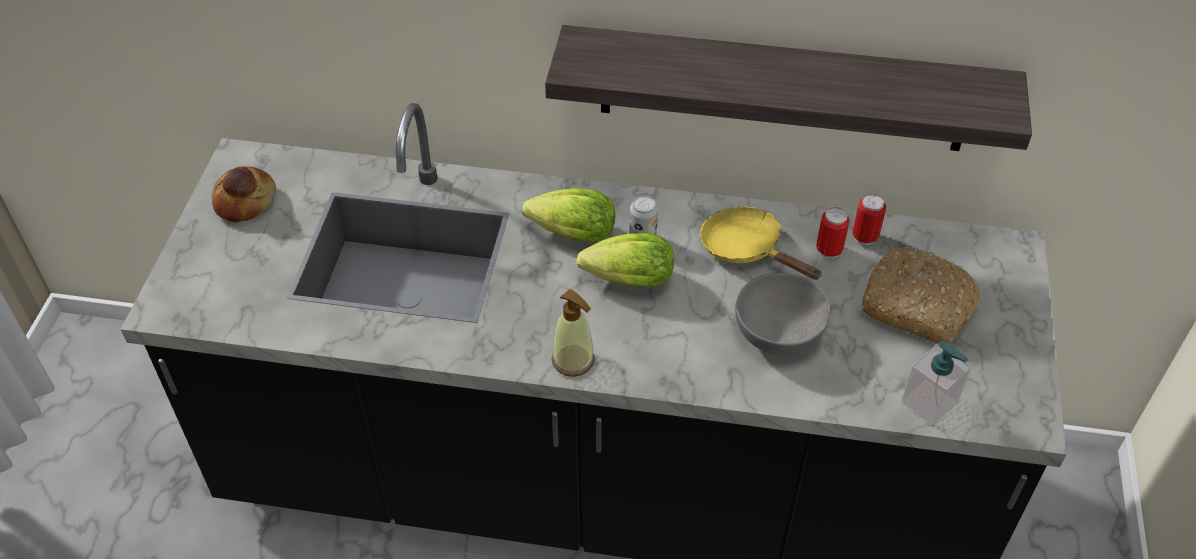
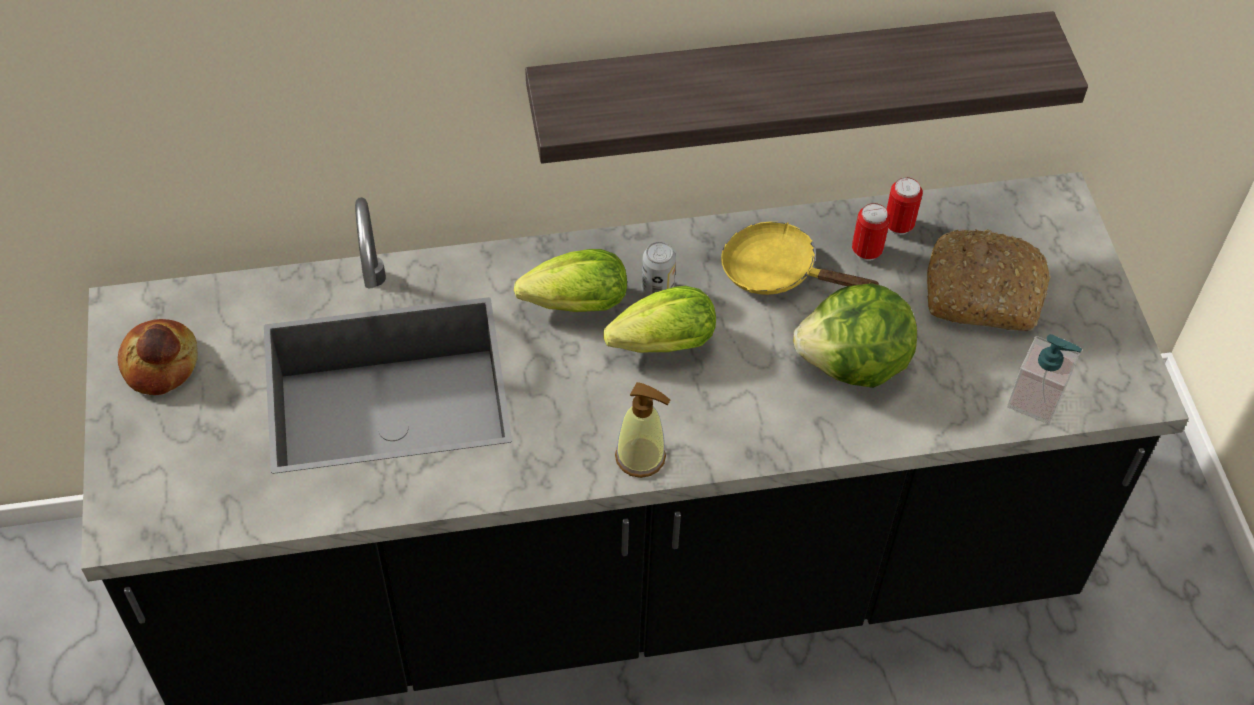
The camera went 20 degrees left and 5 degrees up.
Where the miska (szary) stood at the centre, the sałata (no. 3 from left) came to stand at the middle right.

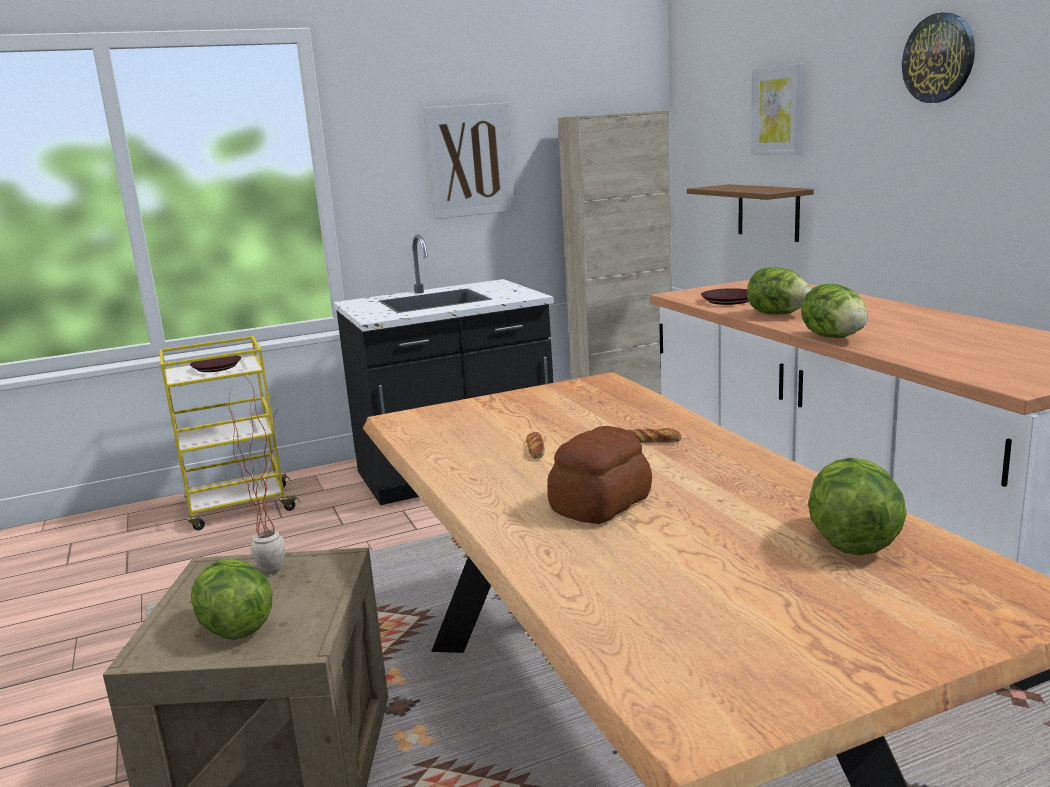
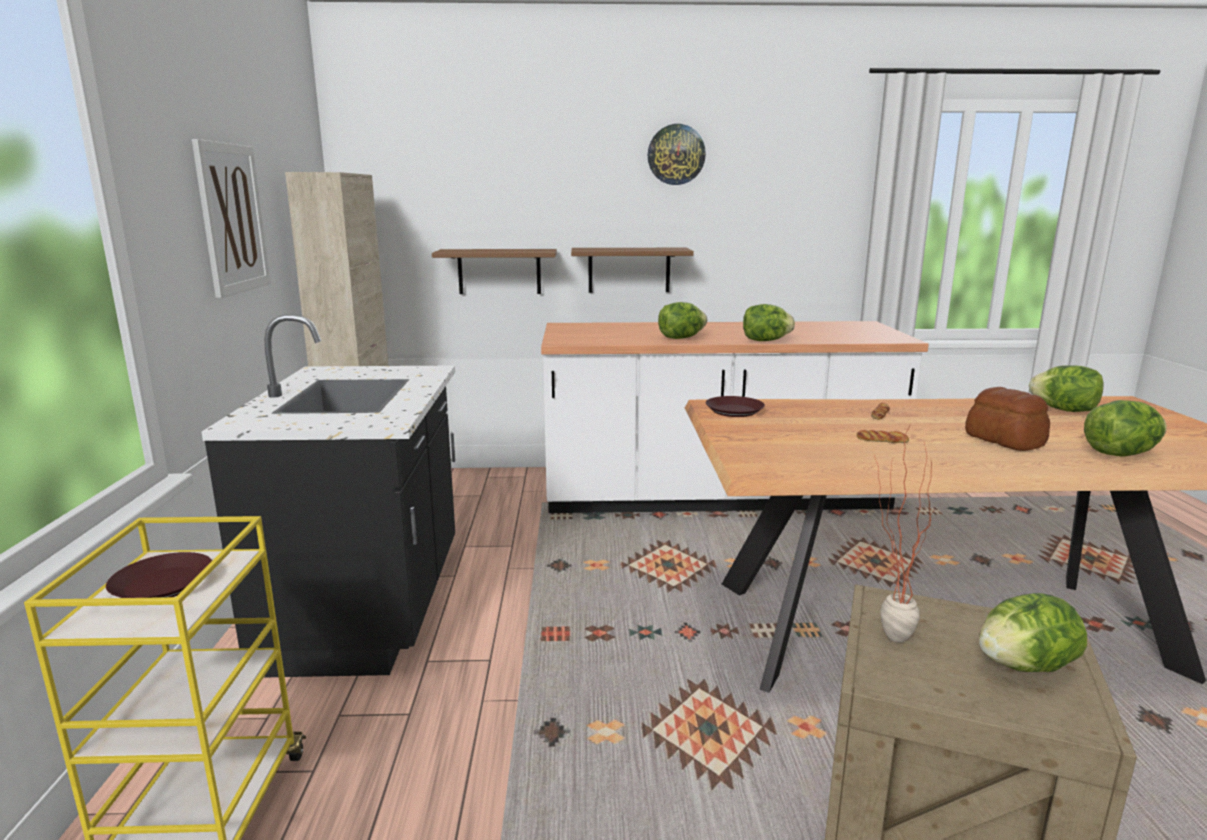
The camera went 70 degrees left and 0 degrees up.
The second view lost the obraz (no. 2 from left) at the top right.
The second view gained the półka (brązowy) (no. 2 from left) at the top centre.
The second view gained the sałata (no. 5 from left) at the middle right.
The talerz (brązowy) (no. 2 from left) ended up elsewhere, having gone from the middle right to the centre.

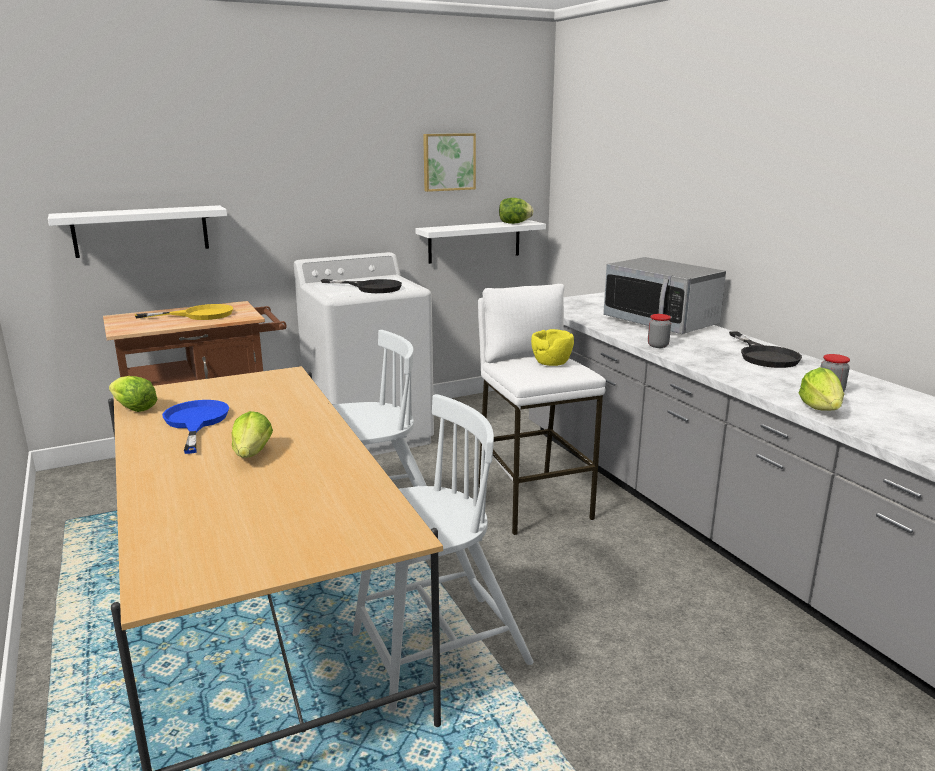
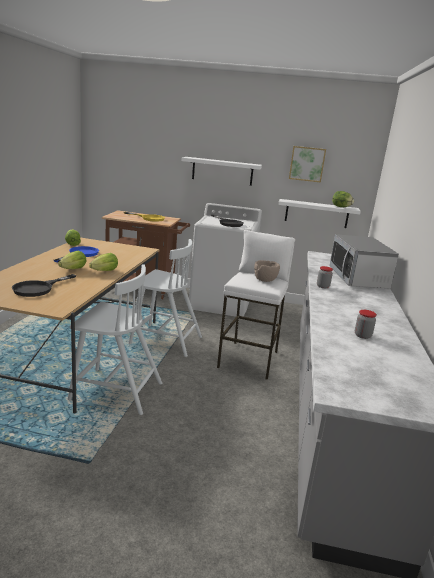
The camera went 35 degrees right and 0 degrees up.
The półka (biały) (no. 1 from left) ended up elsewhere, having gone from the top left to the top centre.
The patelnia (czarny) (no. 2 from left in the first image) ended up elsewhere, having gone from the middle right to the middle left.
The sałata (no. 4 from left in the first image) ended up elsewhere, having gone from the middle right to the middle left.
What was the miska (żółty) at the centre turned into the miska (brązowy) at the centre.

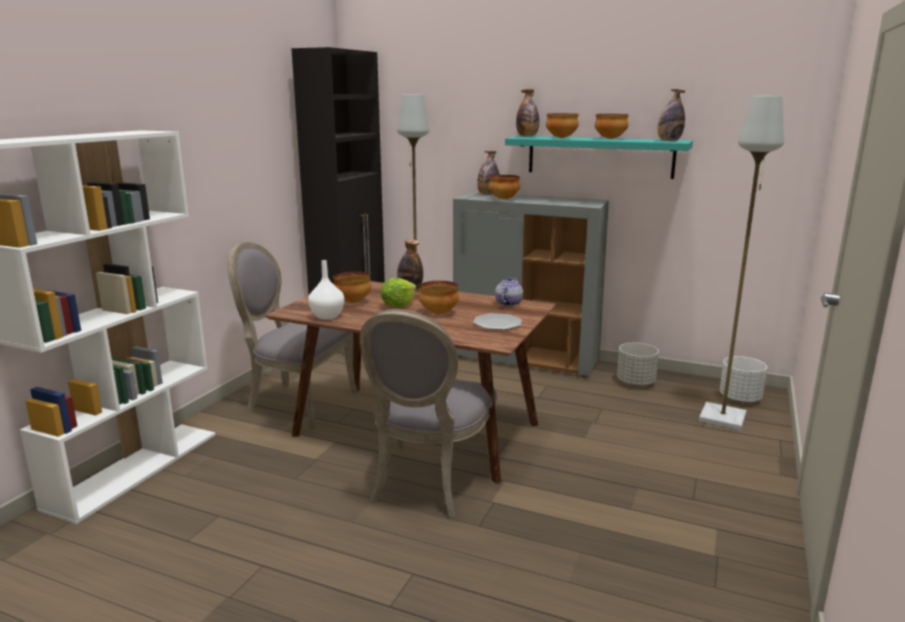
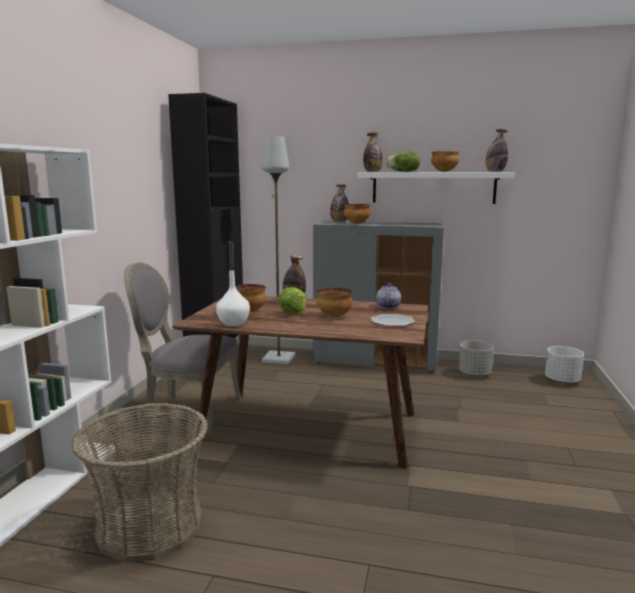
The camera went 10 degrees left and 5 degrees down.
The second view lost the krzesło (szary) (no. 2 from left) at the centre.
The second view lost the lampa stojąca (szary) (no. 2 from left) at the middle right.
The second view gained the koszyk at the bottom left.
Where the miska (no. 4 from left) stood at the top centre, the sałata (no. 2 from left) came to stand at the top centre.
What was the półka (turkusowy) at the top centre turned into the półka (biały) at the top right.

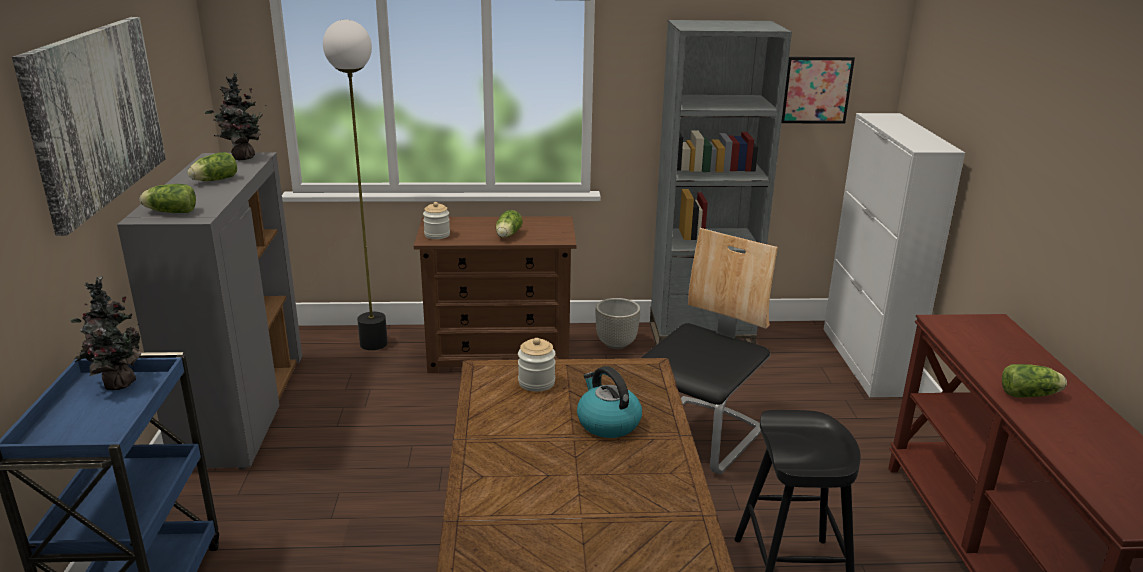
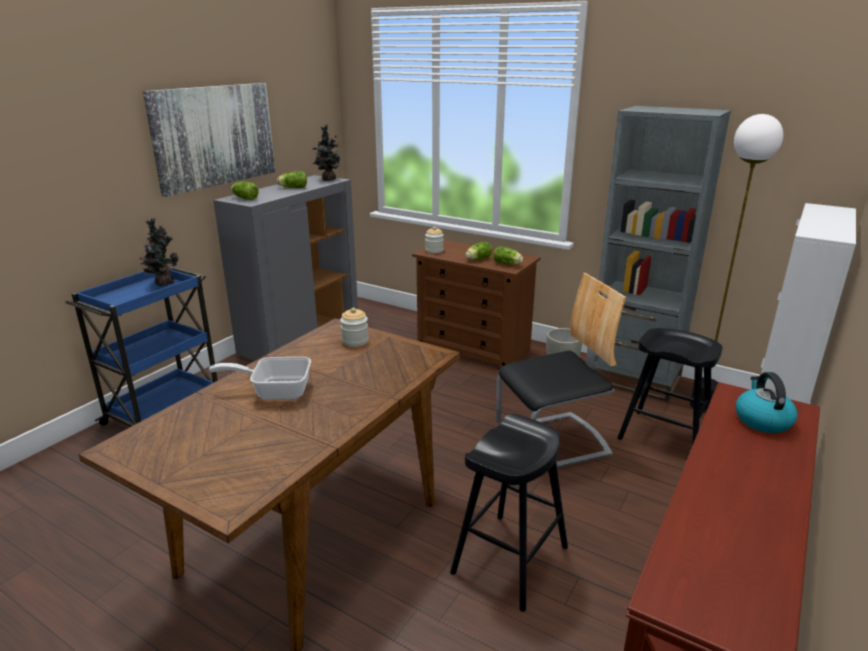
The camera went 35 degrees right and 0 degrees up.
The second view lost the obraz (no. 2 from left) at the top right.
The second view gained the patelnia at the middle left.
The second view gained the stołek (czarny) (no. 2 from left) at the middle right.
The lampa stojąca ended up elsewhere, having gone from the top left to the middle right.
The czajnik ended up elsewhere, having gone from the bottom centre to the middle right.
The sałata (no. 4 from left) ended up elsewhere, having gone from the middle right to the centre.

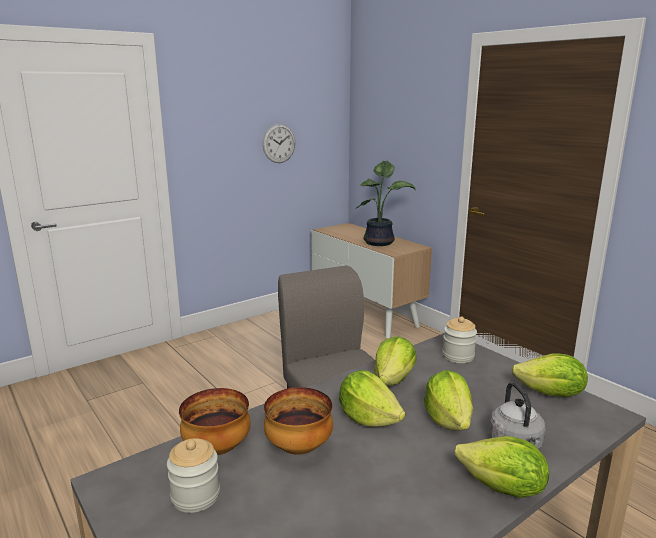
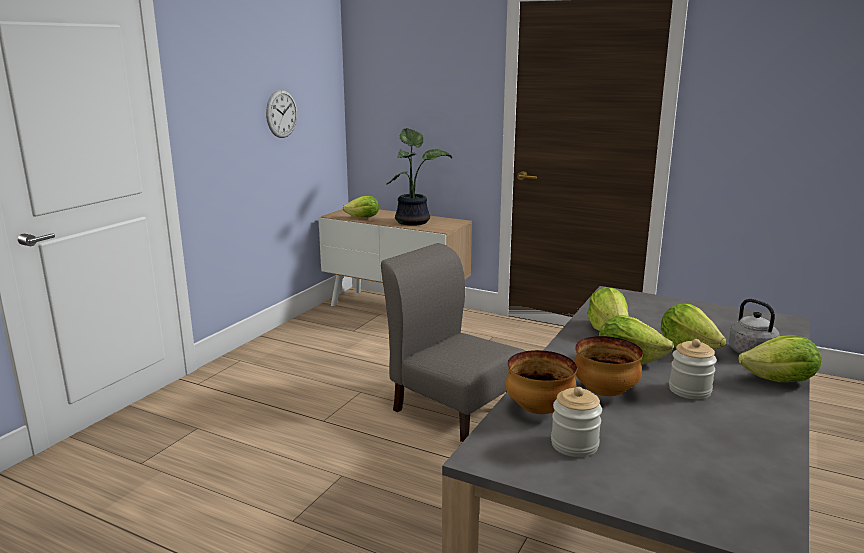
The camera went 25 degrees left and 0 degrees up.
The słoik (no. 2 from left) ended up elsewhere, having gone from the middle right to the bottom right.
The sałata (no. 5 from left in the first image) ended up elsewhere, having gone from the bottom right to the centre.

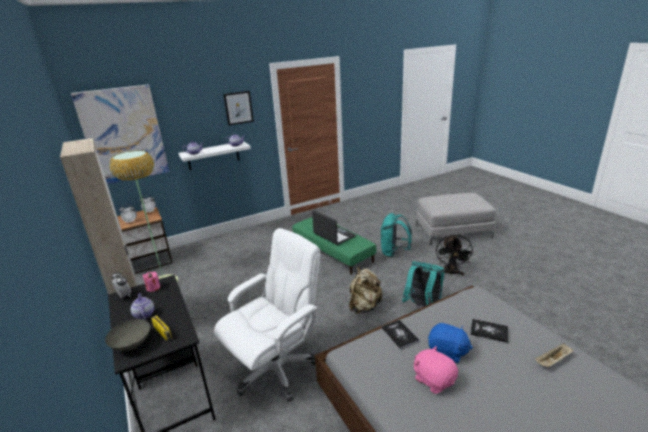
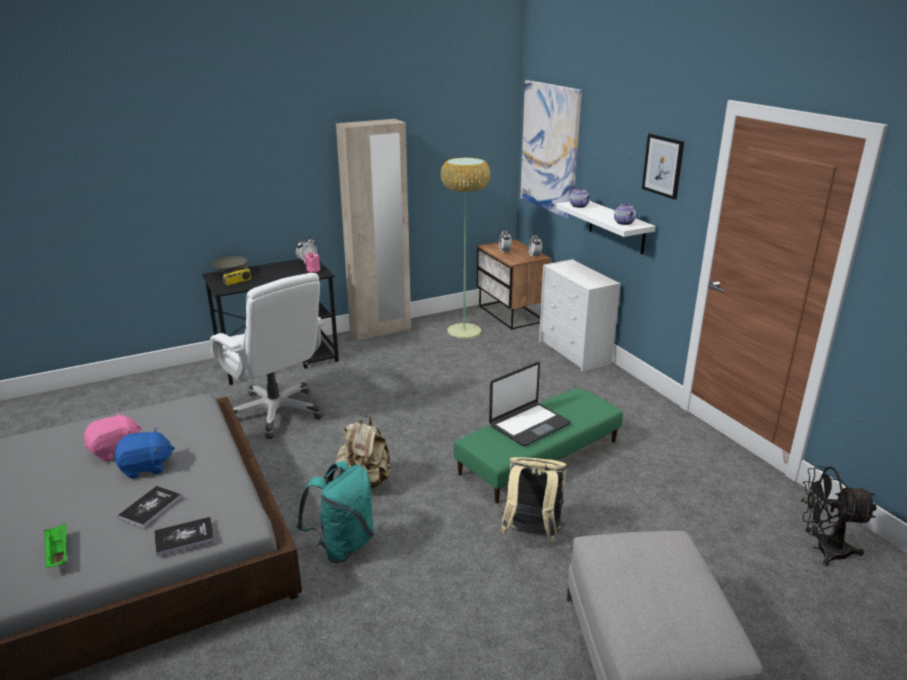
The camera went 90 degrees right and 0 degrees up.
The second view lost the imbryk (no. 1 from left) at the bottom left.
The second view gained the komoda (biały) at the centre.
The książka (no. 1 from left in the first image) ended up elsewhere, having gone from the bottom centre to the bottom left.
The wentylator (czarny) ended up elsewhere, having gone from the middle right to the bottom right.
What was the plecak (turkusowy) (no. 1 from left) at the centre turned into the plecak (beżowy) (no. 2 from left) at the bottom centre.
What was the taca (beżowy) at the bottom right turned into the taca (zielony) at the bottom left.
The pluszak (niebieski) at the bottom right ended up facing another way, 135 degrees counterclockwise from before.

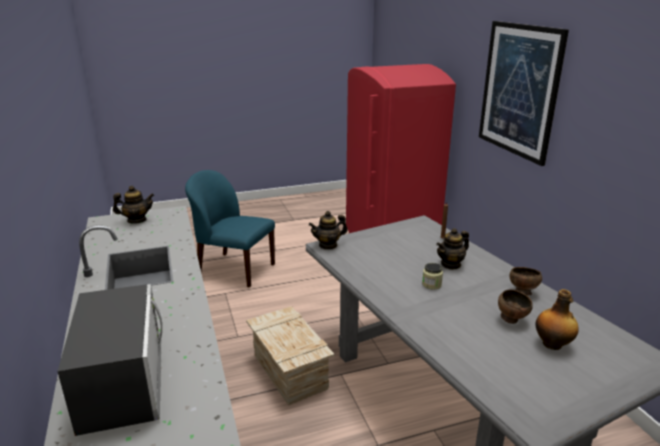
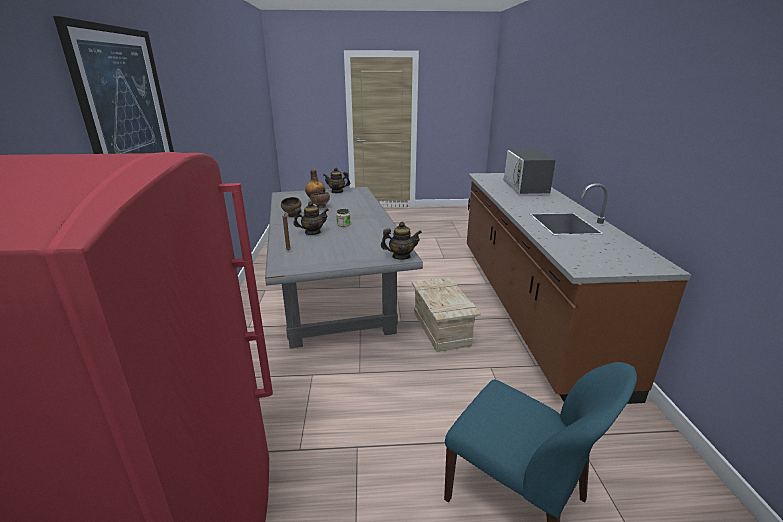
The camera went 165 degrees left and 0 degrees up.
The imbryk (no. 1 from left in the first image) ended up elsewhere, having gone from the middle left to the centre.

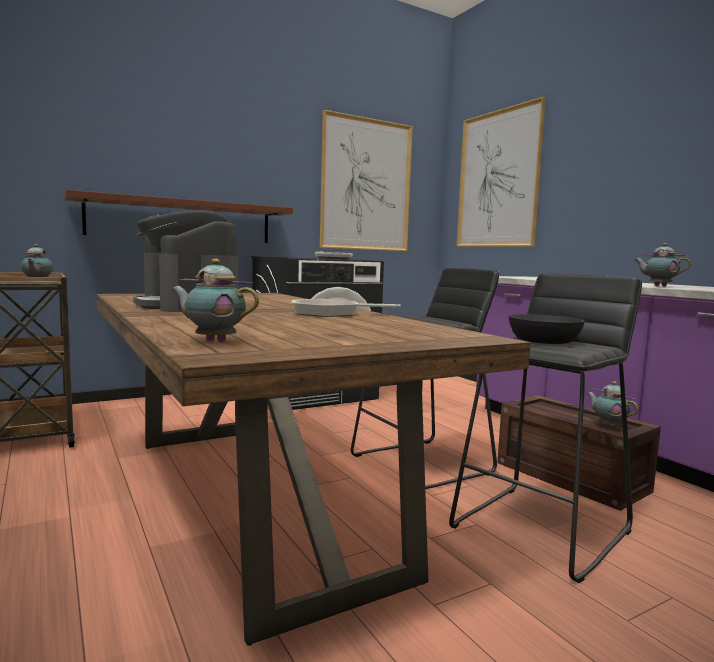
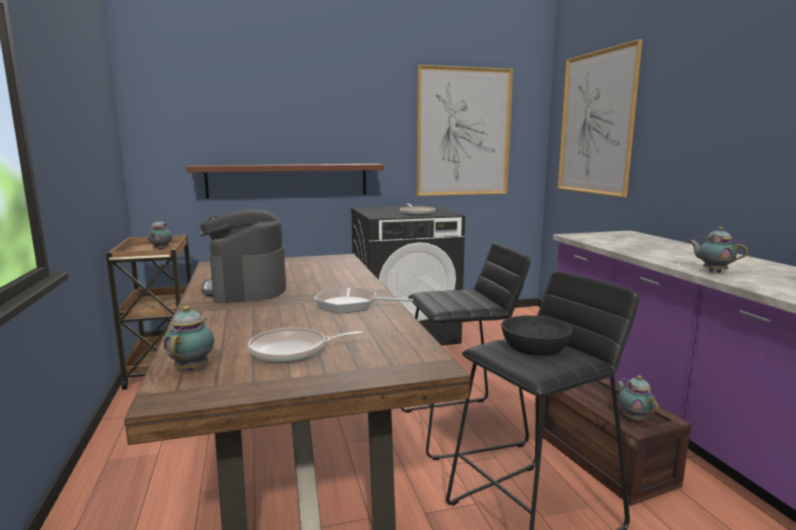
The camera went 15 degrees right and 5 degrees up.
The second view gained the patelnia (no. 1 from left) at the centre.
The imbryk (no. 2 from left) at the middle left ended up facing another way, 60 degrees clockwise from before.

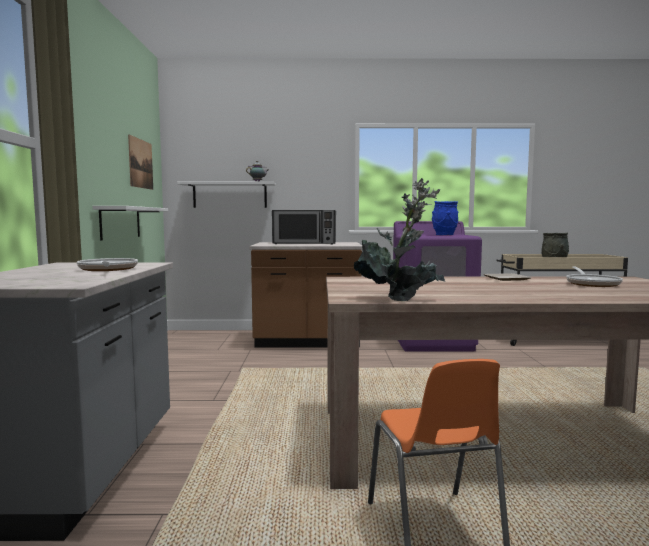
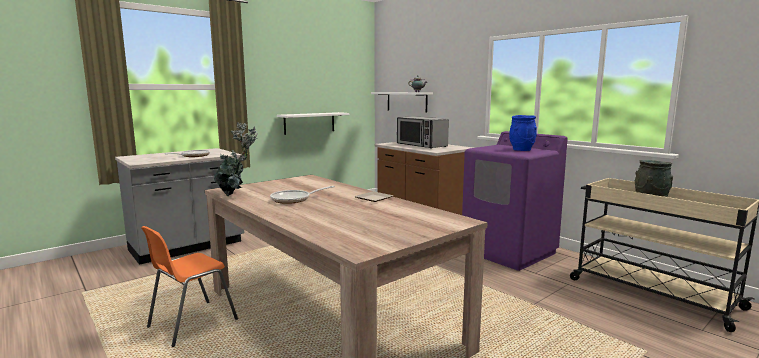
The camera went 50 degrees right and 5 degrees up.
The second view lost the obraz at the top left.
The patelnia (no. 2 from left) ended up elsewhere, having gone from the middle right to the centre.

